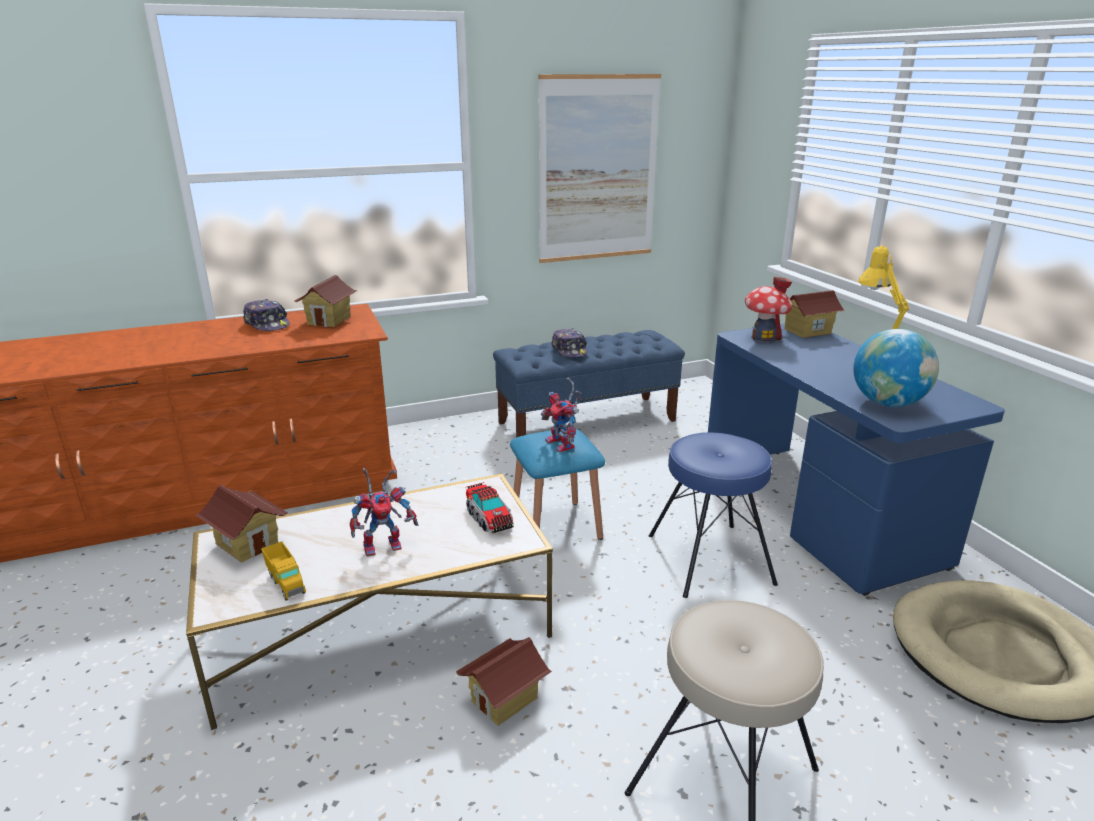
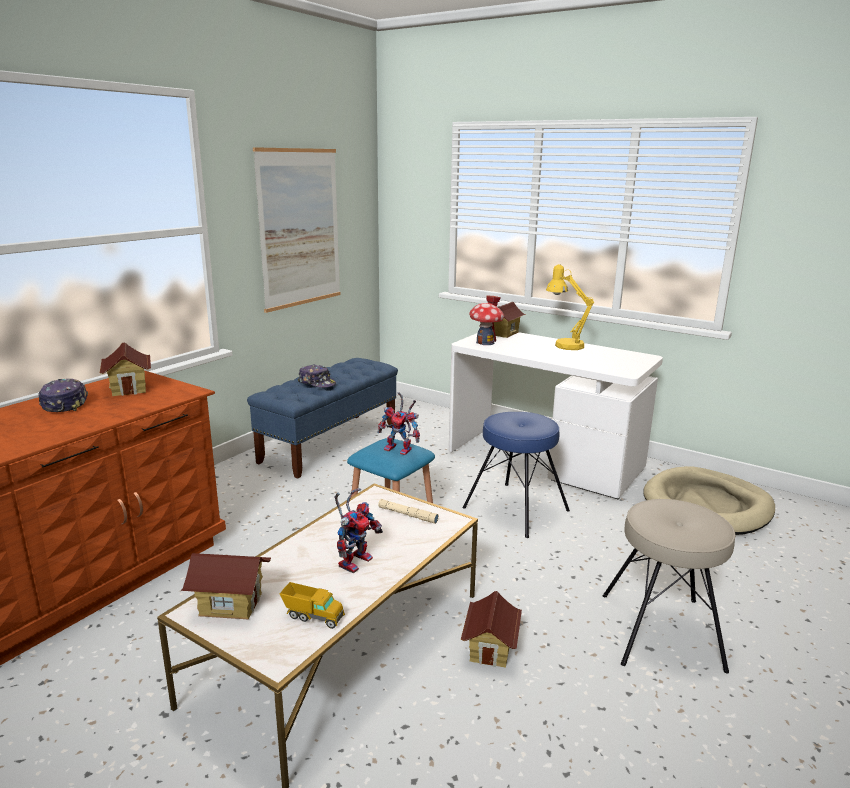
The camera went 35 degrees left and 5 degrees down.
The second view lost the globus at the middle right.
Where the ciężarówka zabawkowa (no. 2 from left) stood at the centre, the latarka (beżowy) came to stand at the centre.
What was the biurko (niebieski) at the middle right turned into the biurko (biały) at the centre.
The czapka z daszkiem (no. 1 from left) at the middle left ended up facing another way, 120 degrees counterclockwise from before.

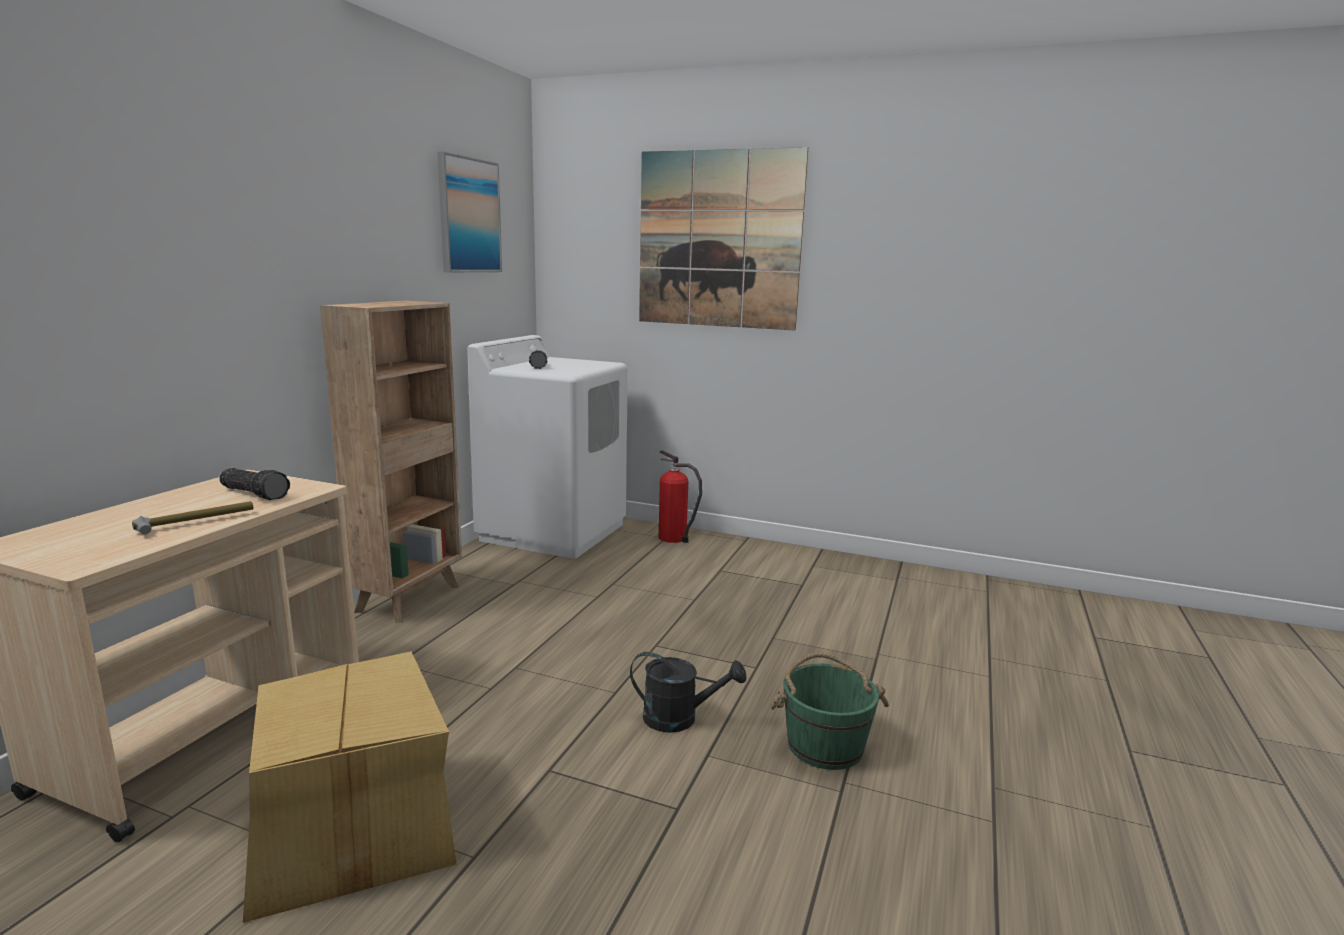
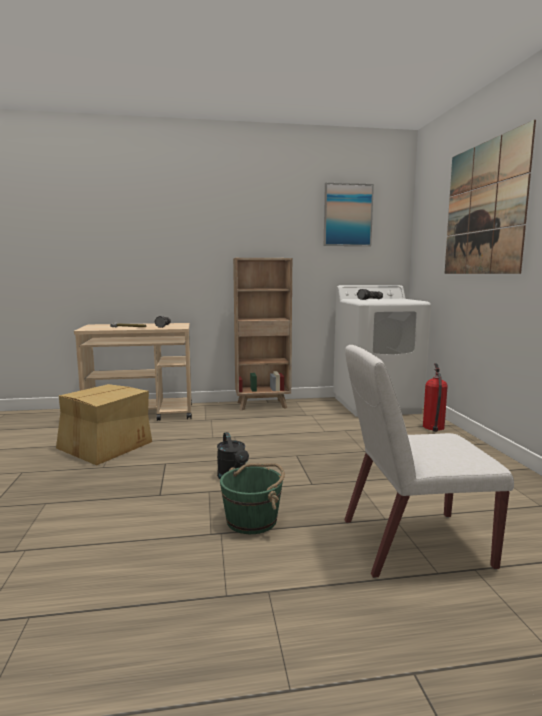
The camera went 60 degrees right and 5 degrees down.
The second view gained the krzesło (biały) at the middle right.

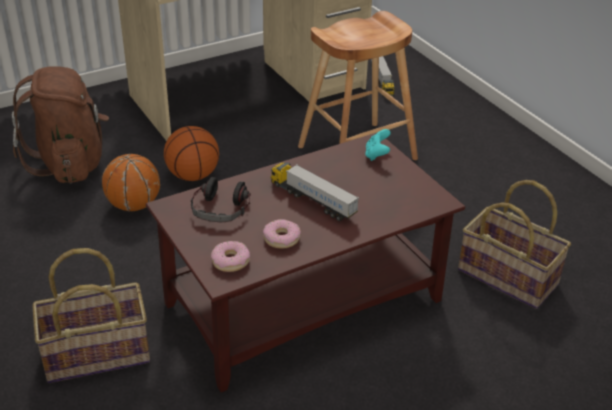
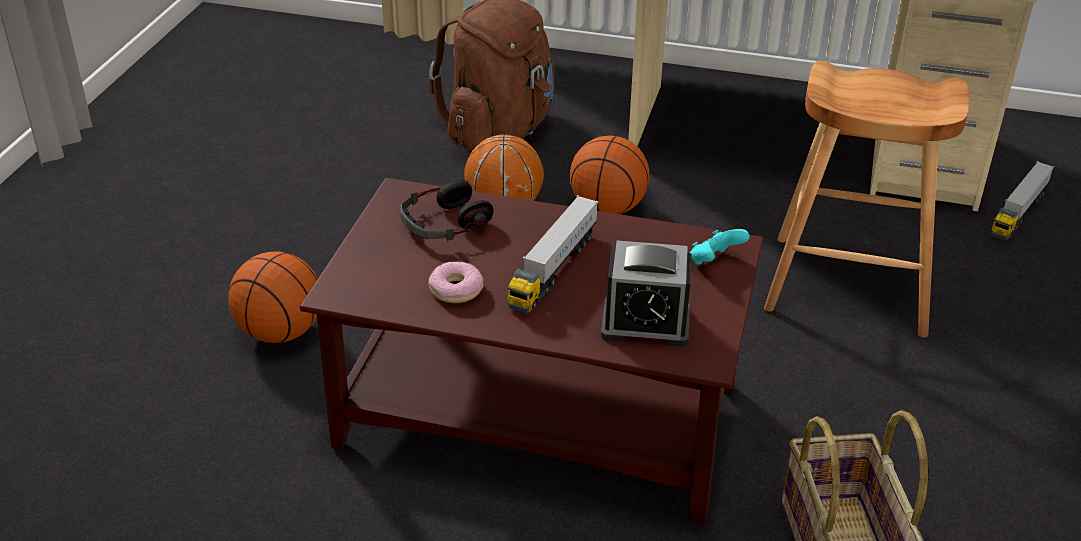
The camera went 45 degrees right and 0 degrees up.
The second view lost the donut (no. 1 from left) at the centre.
The second view gained the budzik at the centre.
Where the koszyk (no. 1 from left) stood at the bottom left, the piłka do koszykówki (no. 1 from left) came to stand at the middle left.
The ciężarówka zabawkowa (no. 1 from left) at the centre ended up facing another way, 150 degrees counterclockwise from before.

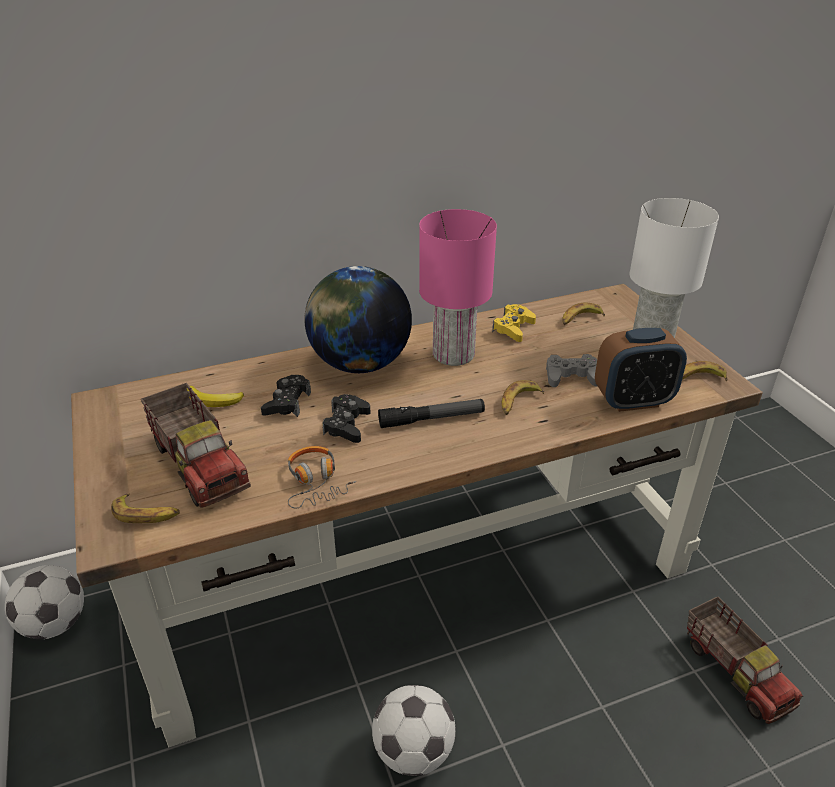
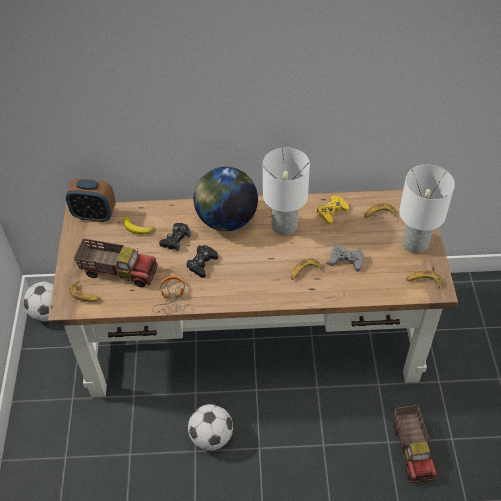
The camera went 20 degrees right and 15 degrees up.
The second view lost the latarka at the centre.
The budzik ended up elsewhere, having gone from the middle right to the middle left.
What was the lampa stołowa (różowy) at the centre turned into the lampa stołowa (biały) (no. 1 from left) at the centre.
The ciężarówka zabawkowa (no. 1 from left) at the middle left ended up facing another way, 60 degrees counterclockwise from before.

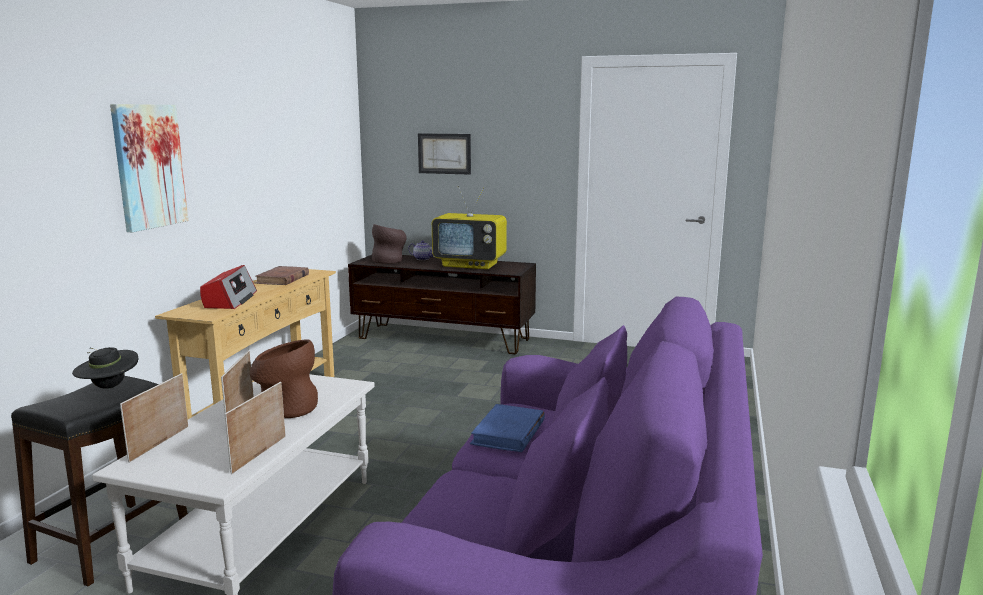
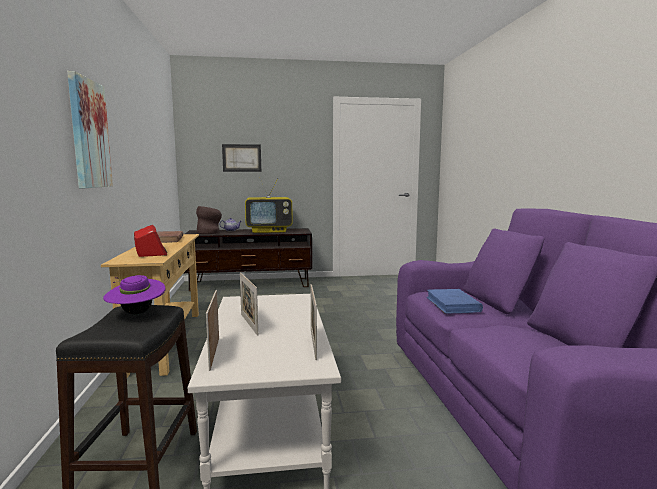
The camera went 25 degrees left and 5 degrees down.
The second view lost the wazon (brązowy) (no. 1 from left) at the middle left.
What was the kapelusz (czarny) at the middle left turned into the kapelusz (fioletowy) at the middle left.

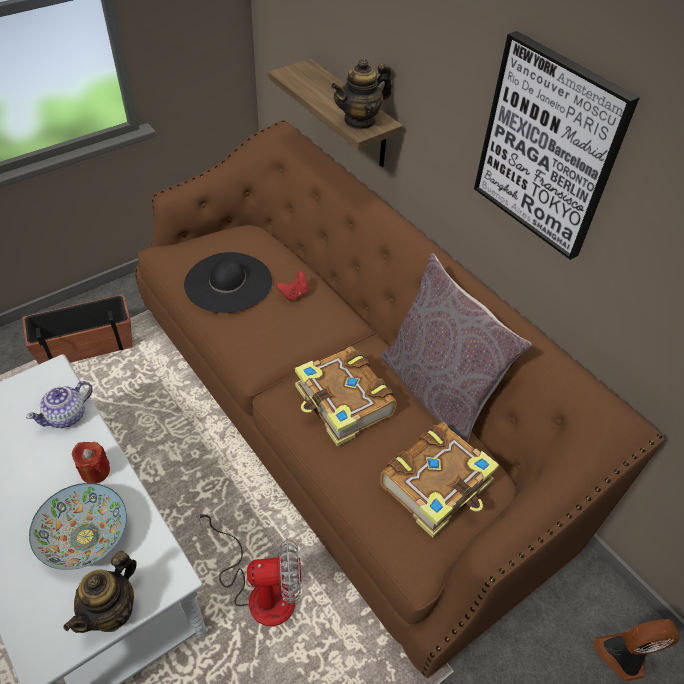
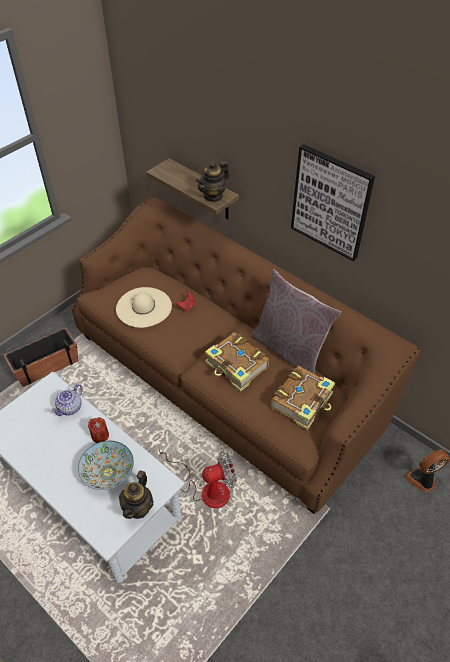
The camera went 10 degrees left and 0 degrees up.
What was the kapelusz (czarny) at the centre turned into the kapelusz (beżowy) at the middle left.

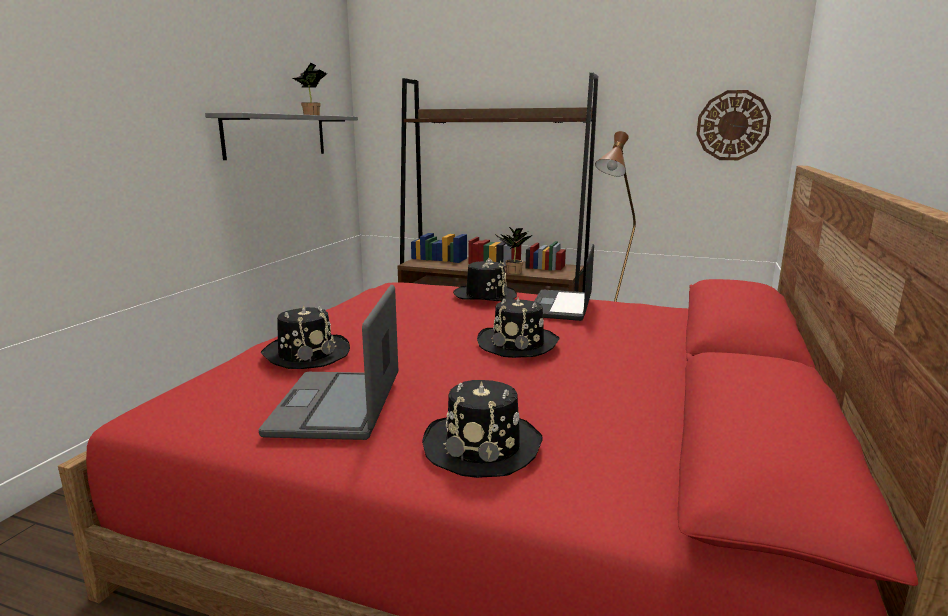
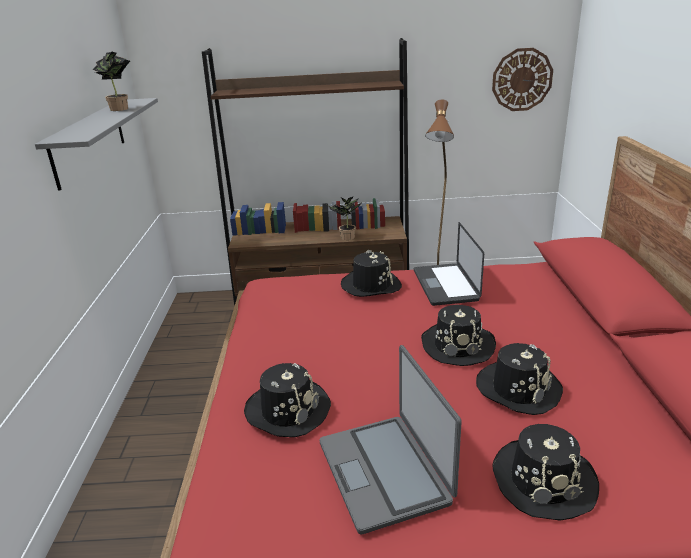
The camera went 20 degrees left and 10 degrees up.
The second view gained the kapelusz (czarny) (no. 4 from left) at the bottom right.

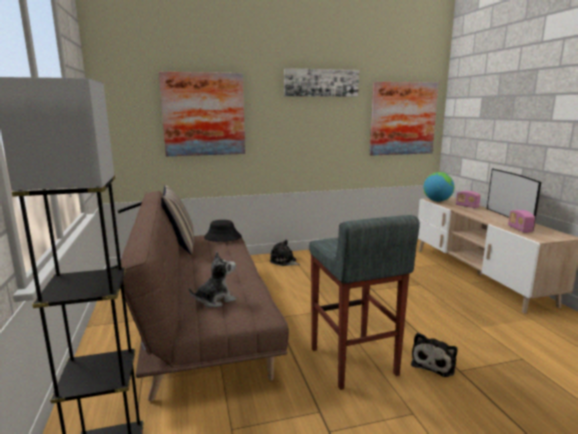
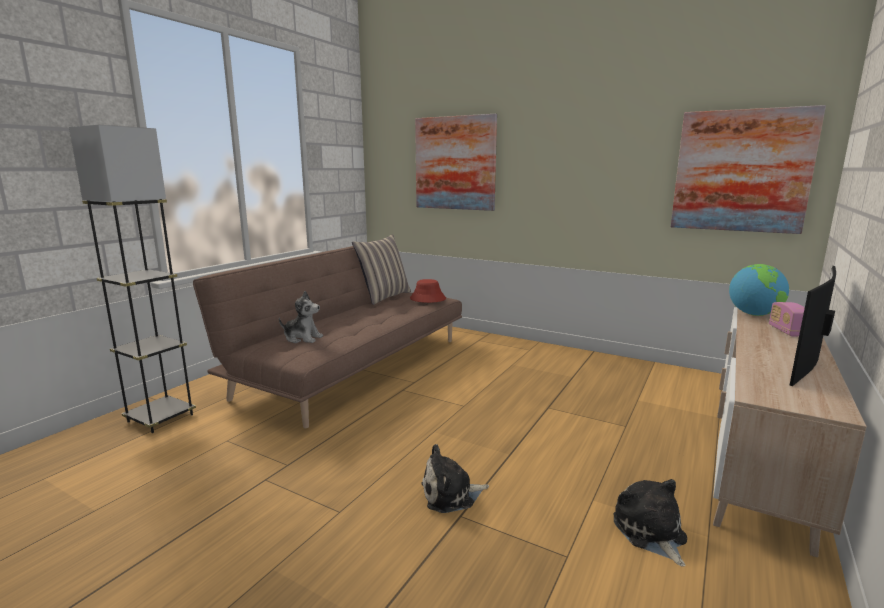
The camera went 45 degrees right and 0 degrees up.
The second view lost the obraz (no. 2 from left) at the top centre.
The second view lost the stołek (szary) at the bottom centre.
The second view lost the radio (no. 2 from left) at the middle right.
The pluszak (no. 2 from left in the first image) ended up elsewhere, having gone from the centre to the bottom right.
What was the kapelusz (czarny) at the centre turned into the kapelusz (czerwony) at the centre.

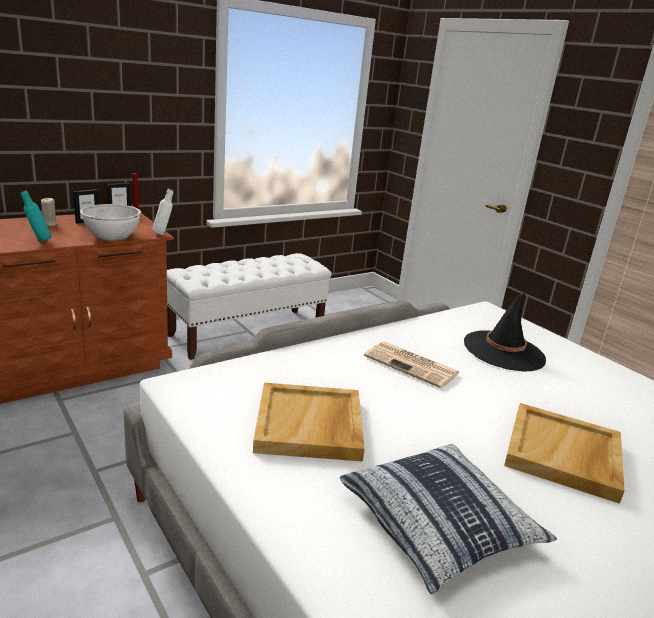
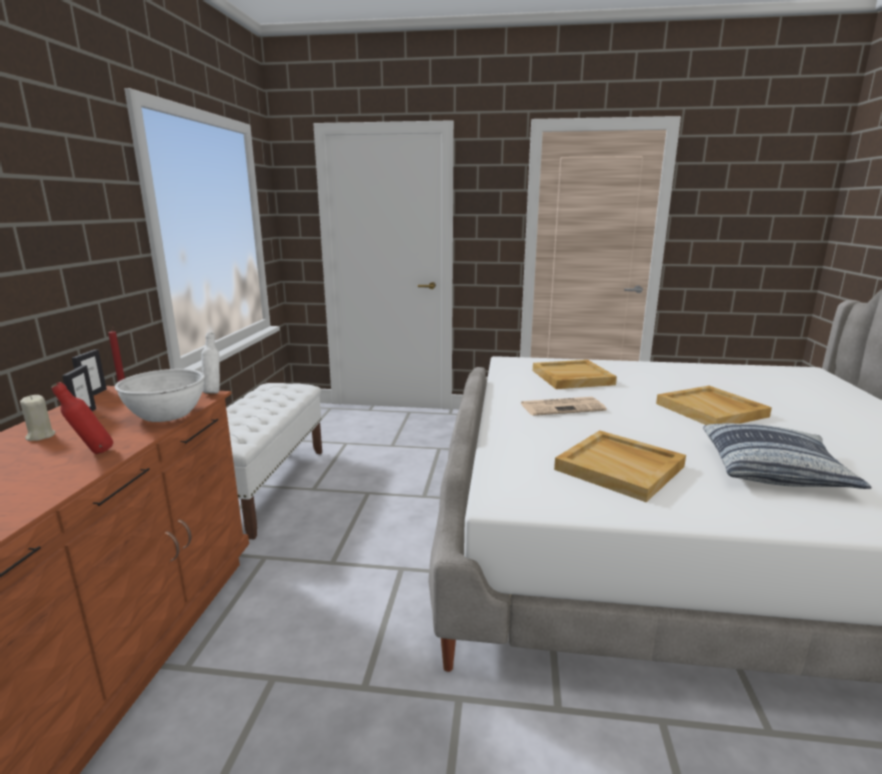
The camera went 45 degrees left and 5 degrees down.
Where the kapelusz (czarny) stood at the middle right, the taca (beżowy) (no. 1 from left) came to stand at the centre.
What was the butelka (turkusowy) at the middle left turned into the butelka (czerwony) at the middle left.

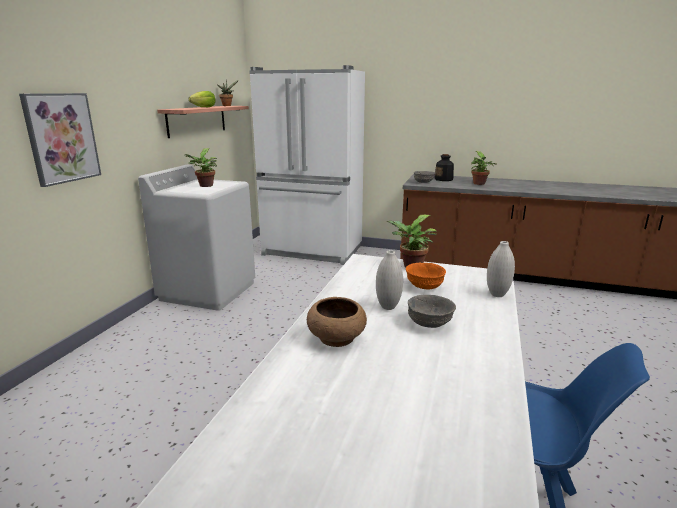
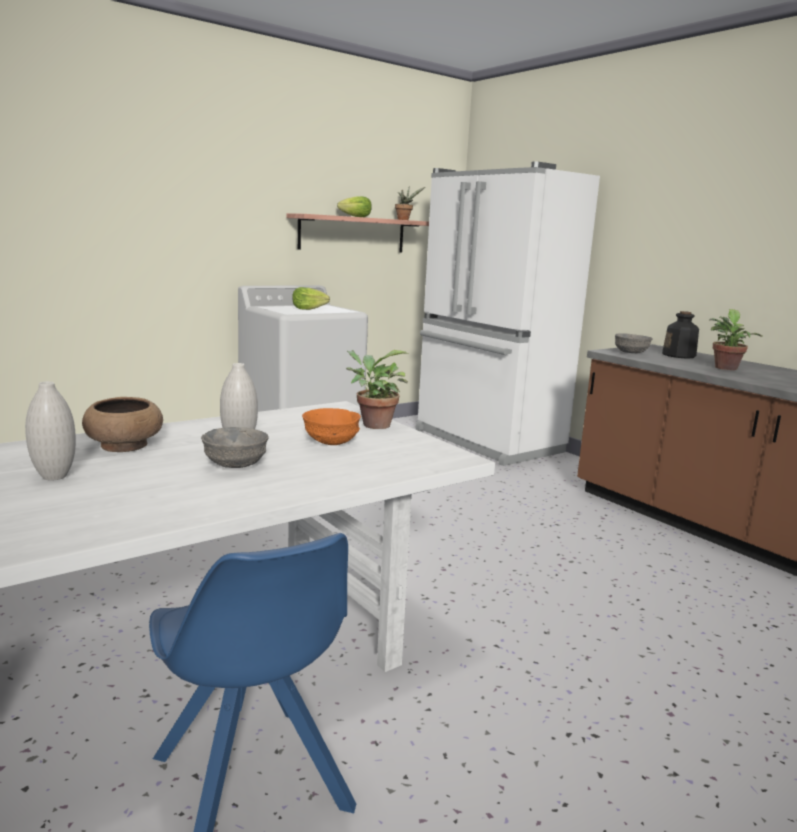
The camera went 35 degrees right and 5 degrees down.
The second view lost the obraz at the top left.
The wazon (biały) (no. 2 from left in the first image) ended up elsewhere, having gone from the middle right to the middle left.
Where the roślina doniczkowa (no. 1 from left) stood at the top left, the sałata (no. 1 from left) came to stand at the centre.

